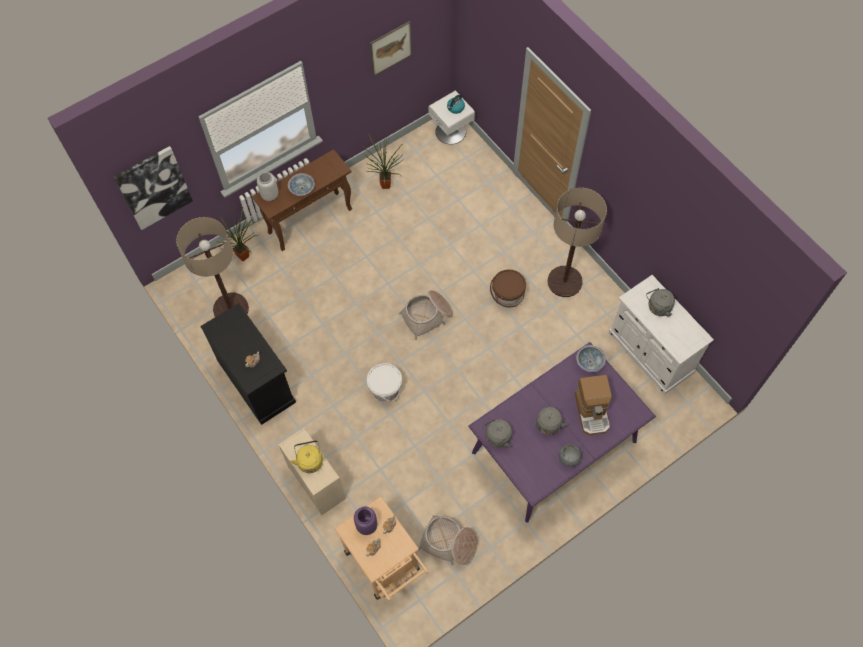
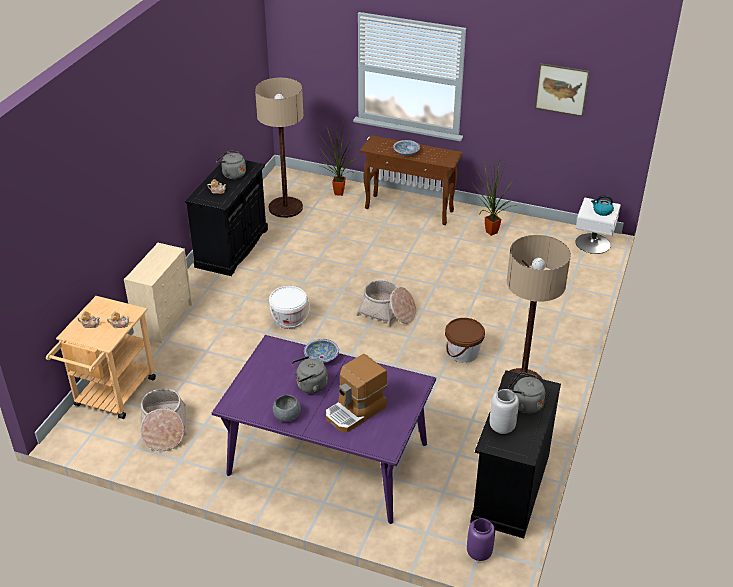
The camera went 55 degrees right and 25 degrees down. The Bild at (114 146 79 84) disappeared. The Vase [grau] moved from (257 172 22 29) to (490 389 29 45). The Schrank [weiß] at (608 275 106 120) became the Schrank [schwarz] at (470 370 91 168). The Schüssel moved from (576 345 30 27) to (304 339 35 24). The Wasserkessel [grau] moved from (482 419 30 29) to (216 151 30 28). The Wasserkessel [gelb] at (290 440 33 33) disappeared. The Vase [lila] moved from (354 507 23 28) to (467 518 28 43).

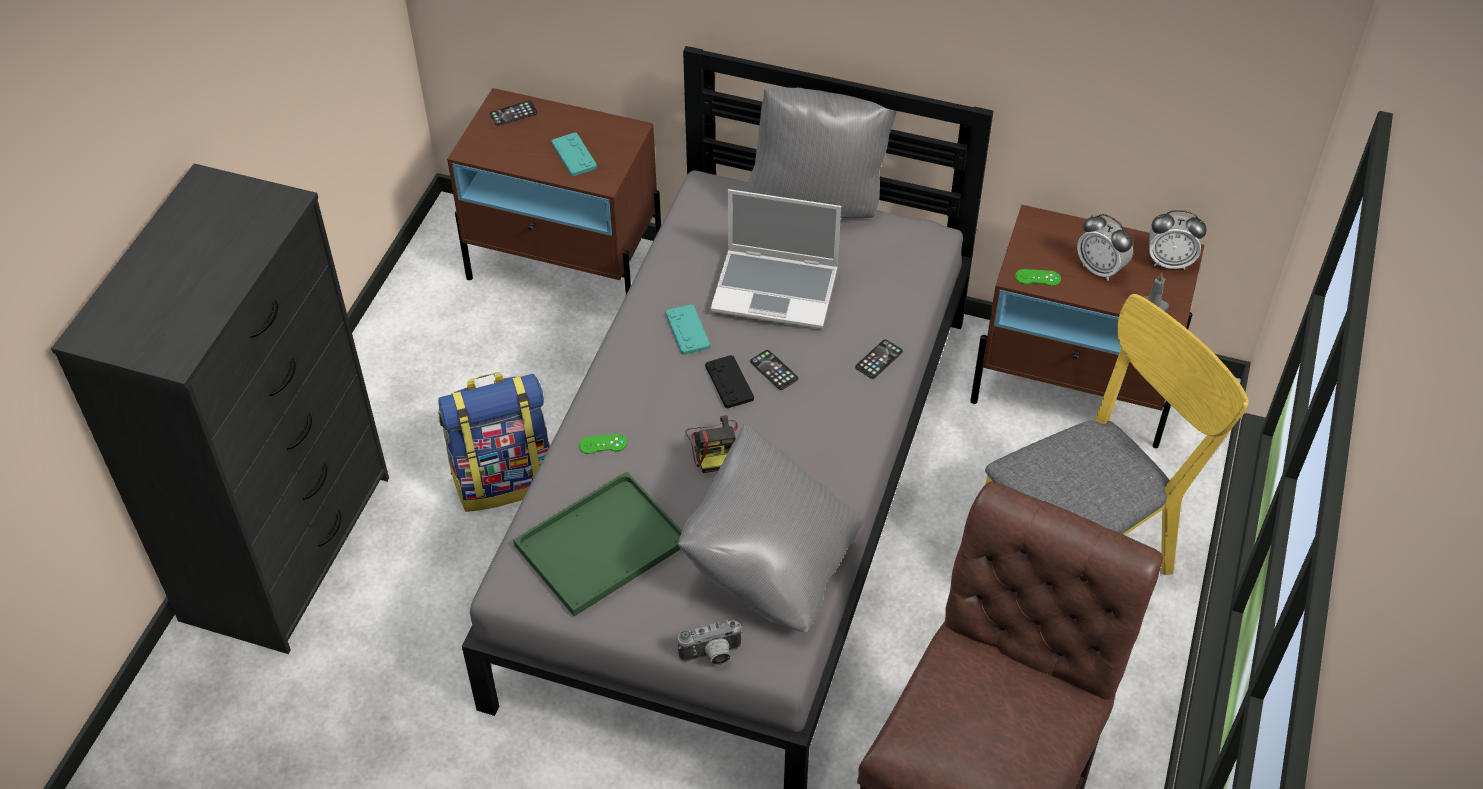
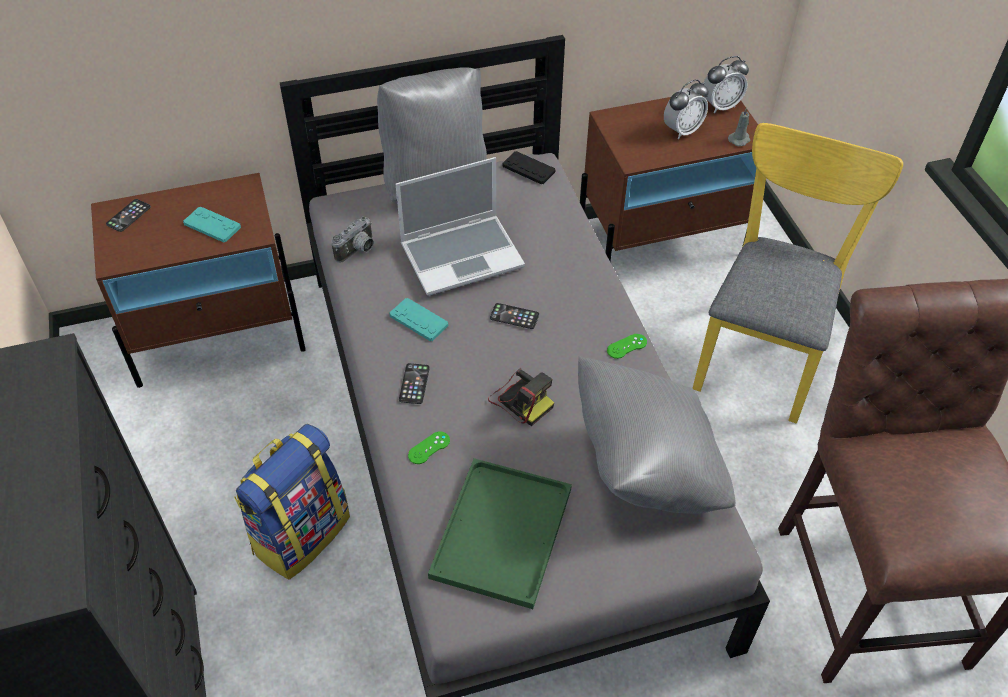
The camera went 35 degrees left and 0 degrees up. The Wecker at (1077 214 56 67) turned 45 degrees counterclockwise. The Gamepad [grün] moved from (1015 269 46 17) to (607 334 40 25). The Handy moved from (855 339 48 40) to (399 363 31 41). The Gamepad [schwarz] moved from (705 355 49 54) to (502 151 53 34). The Kamera moved from (678 620 65 45) to (331 217 43 46).

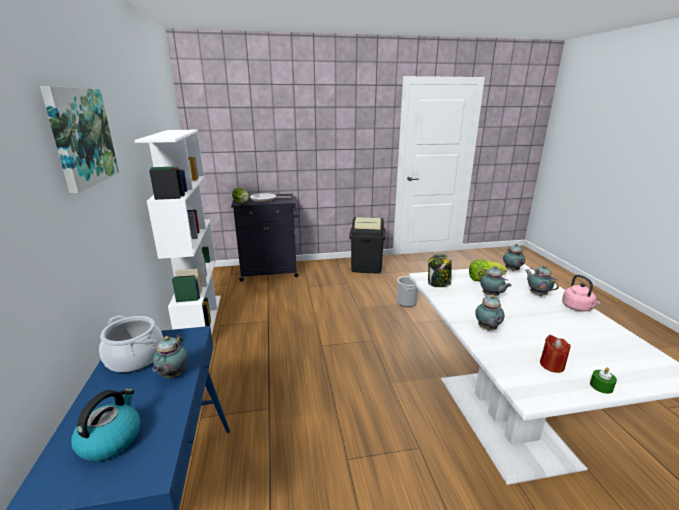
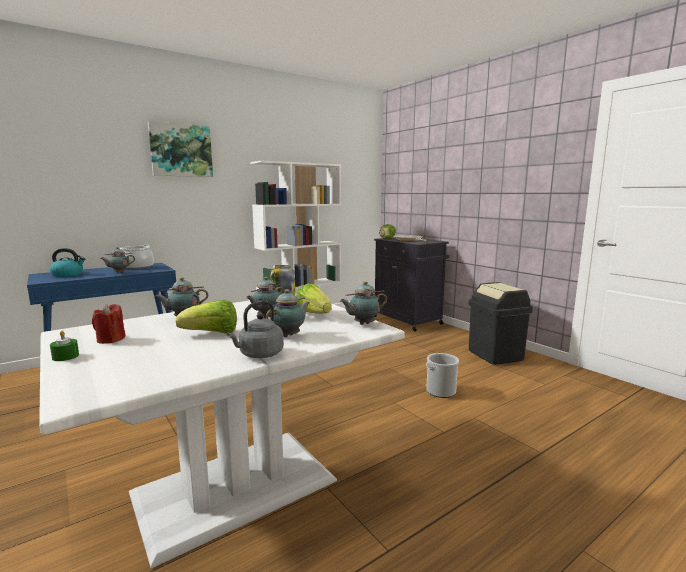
The camera went 65 degrees right and 10 degrees down. The Wasserkessel [rosa] at (562 275 39 37) became the Wasserkessel [grau] at (226 301 58 57). The Salatkopf at (176 300 61 33) appeared.

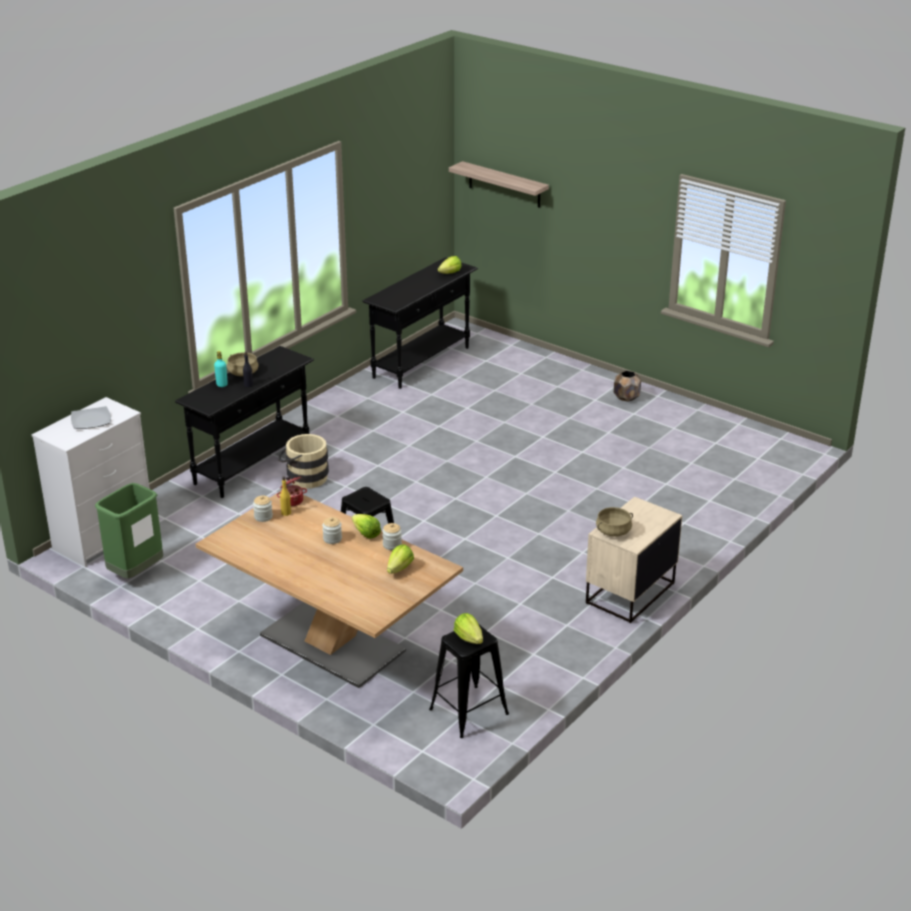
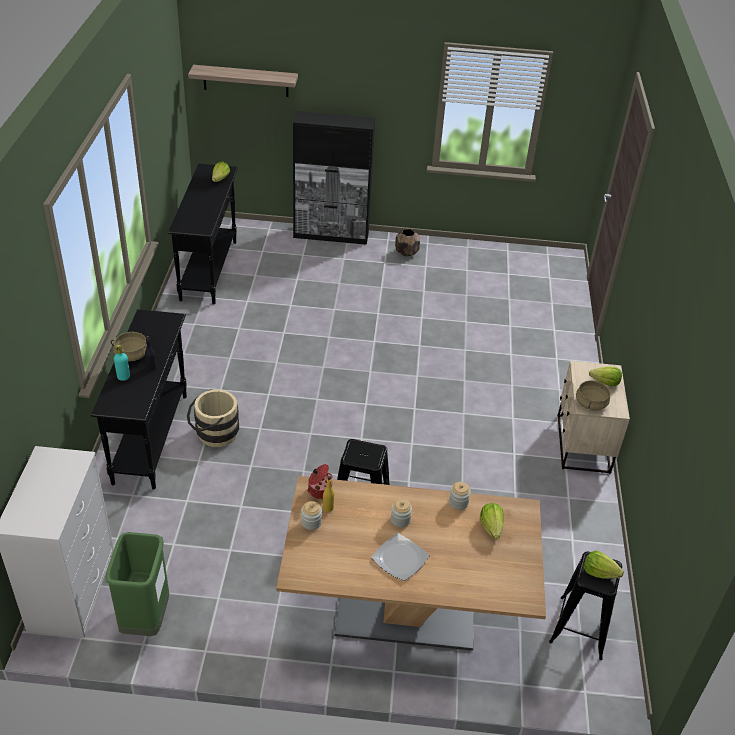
The camera went 35 degrees left and 10 degrees up. The Teller moved from (71 406 40 23) to (371 533 59 48). The Salatkopf moved from (352 514 29 25) to (589 367 33 19). The Schrank [schwarz] at (293 111 82 134) appeared.

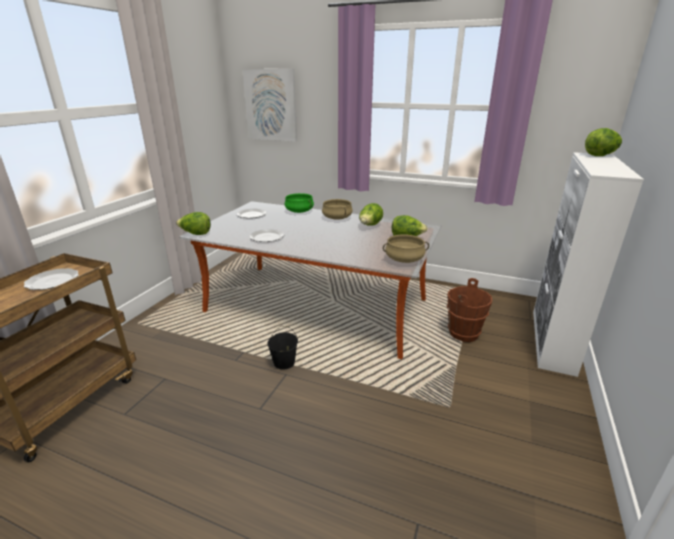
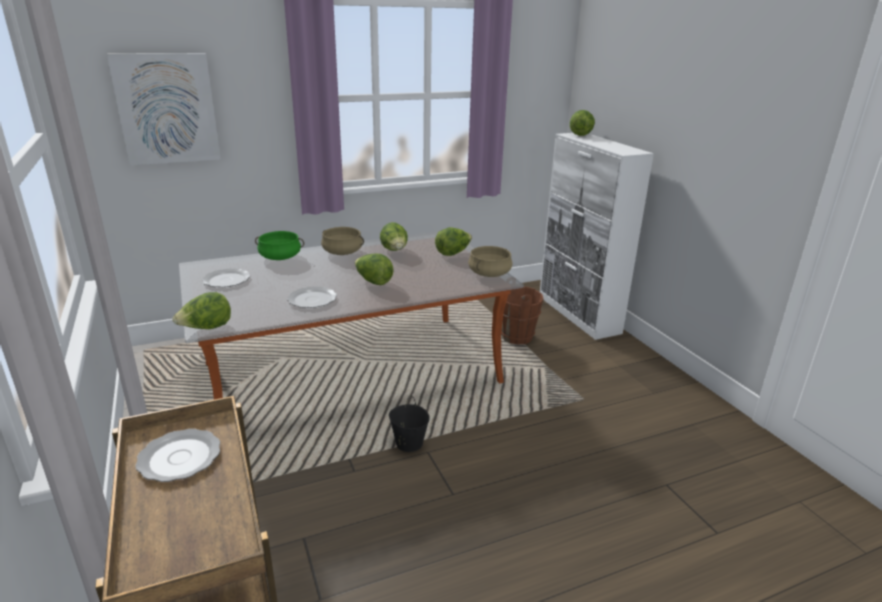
The camera went 45 degrees left and 0 degrees up. The Salatkopf at (355 254 39 31) appeared.

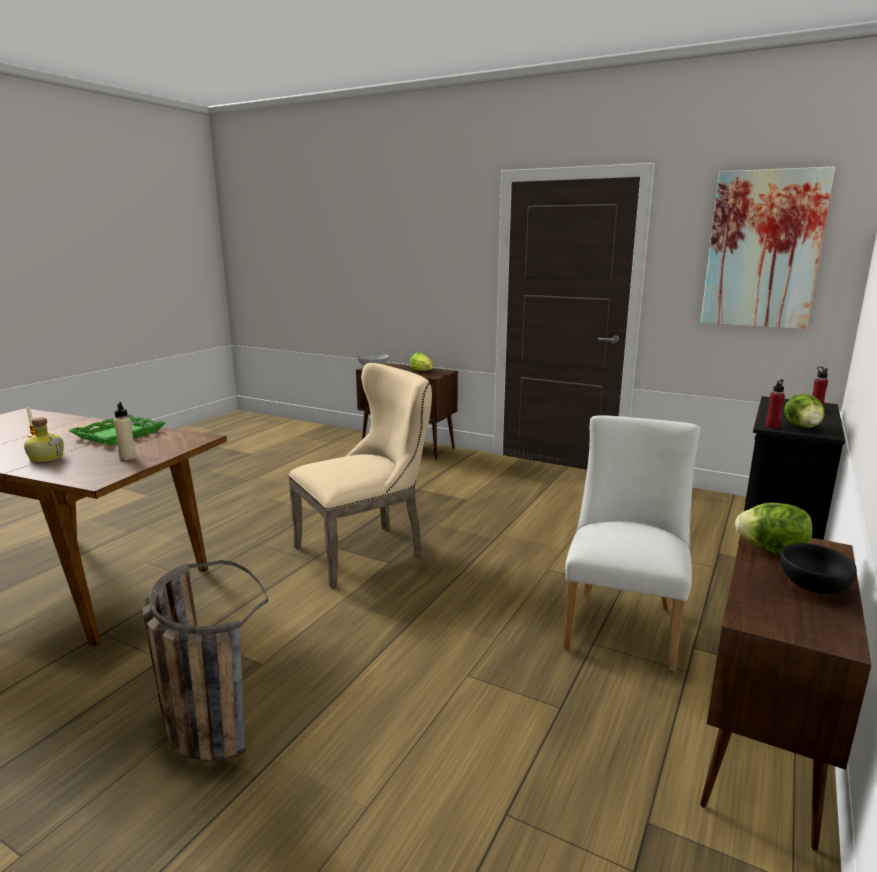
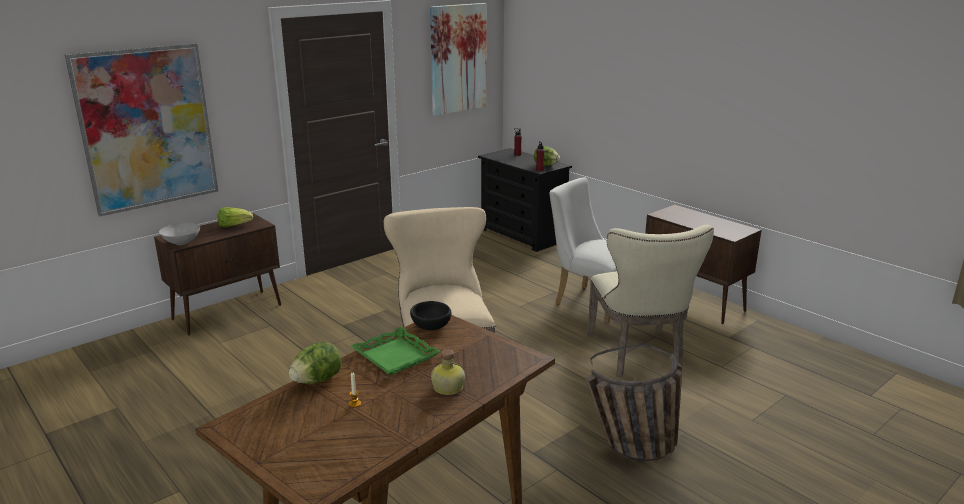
The camera went 70 degrees left and 5 degrees up. The Flasche [beige] at (114 402 22 58) disappeared. The Salatkopf moved from (735 503 77 51) to (289 342 53 42). The Schüssel [schwarz] moved from (780 543 77 51) to (410 301 42 29). The Bild at (65 43 153 173) appeared. The Stuhl [beige] at (587 225 127 152) appeared.

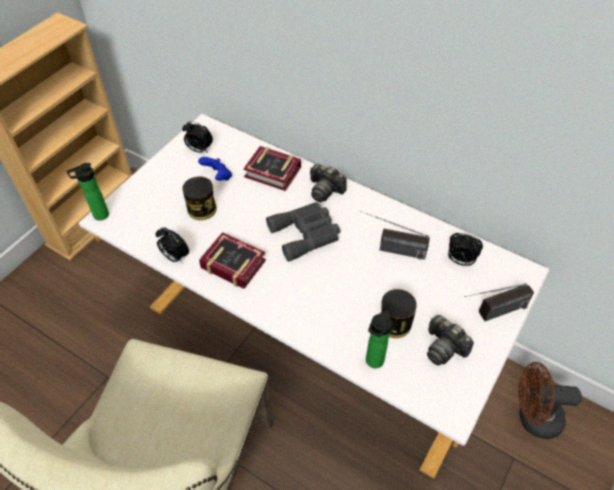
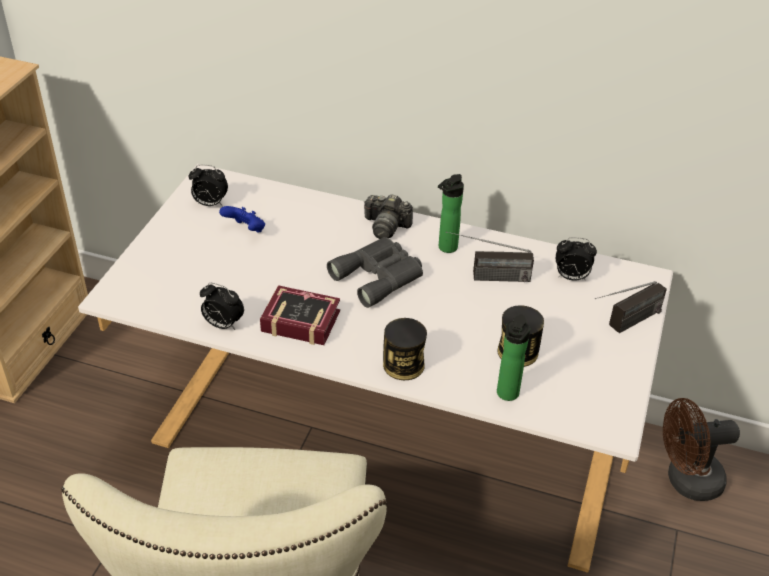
The camera went 15 degrees left and 10 degrees down. The Buch at (243 146 58 45) disappeared. The Flasche moved from (66 163 43 58) to (438 174 26 79). The Dose moved from (182 176 35 44) to (383 318 44 62). The Kamera at (427 315 47 51) disappeared.

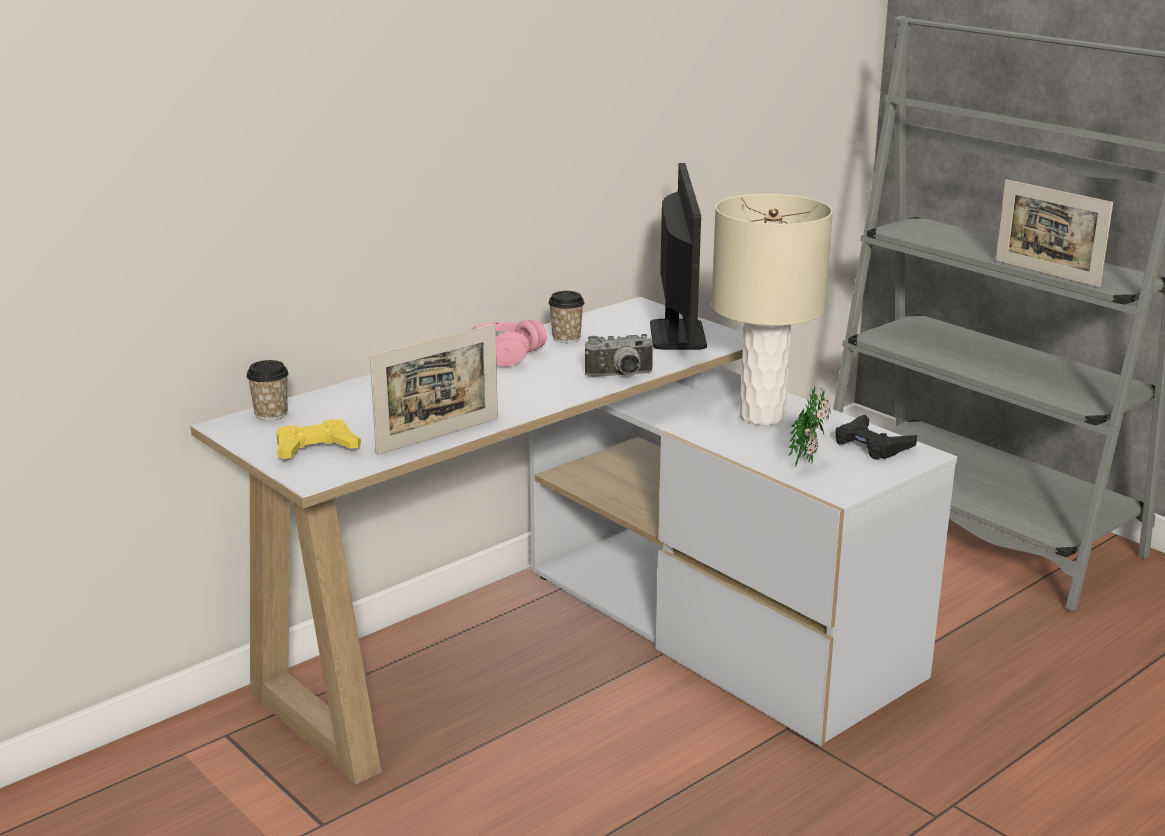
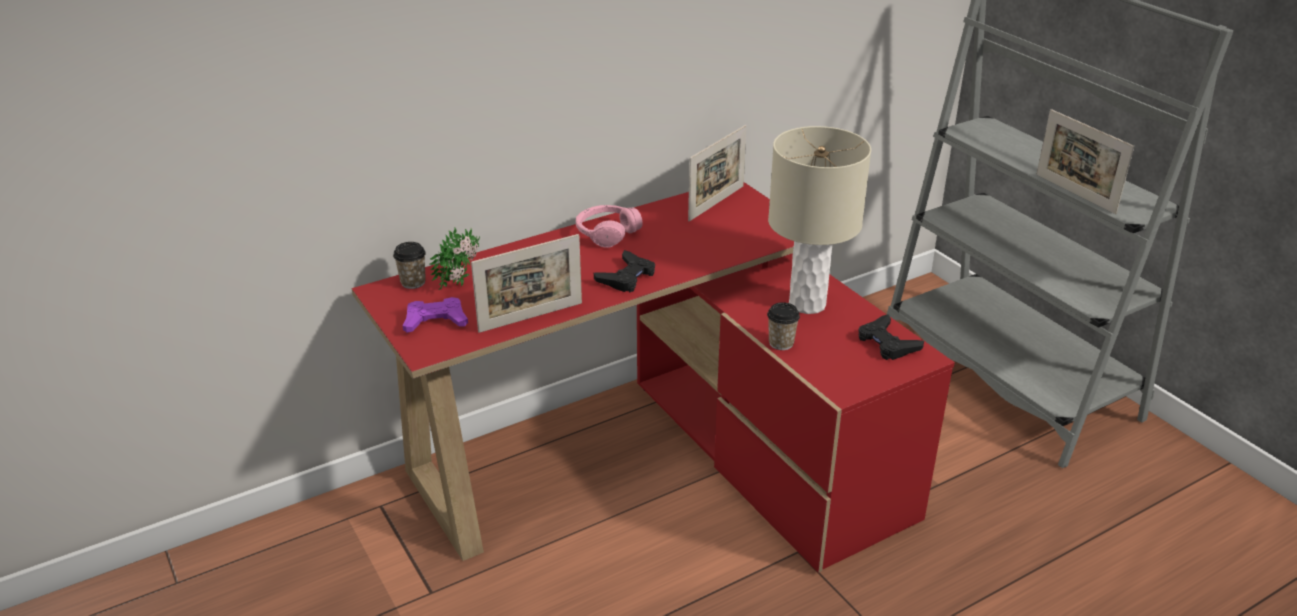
The camera went 10 degrees right and 10 degrees up. The Monitor at (650 163 57 187) disappeared. The Tasse moved from (548 291 36 52) to (767 302 33 48). The Schreibtisch [weiß] at (190 297 767 488) became the Schreibtisch [rot] at (352 182 603 391). The Kamera at (585 334 70 43) disappeared. The Topfpflanze moved from (788 386 43 79) to (430 228 50 62). The Gamepad [gelb] at (276 419 85 40) became the Gamepad [lila] at (403 297 65 36). The Bilderrahmen at (688 125 59 97) appeared. The Gamepad [schwarz] at (594 250 61 42) appeared.

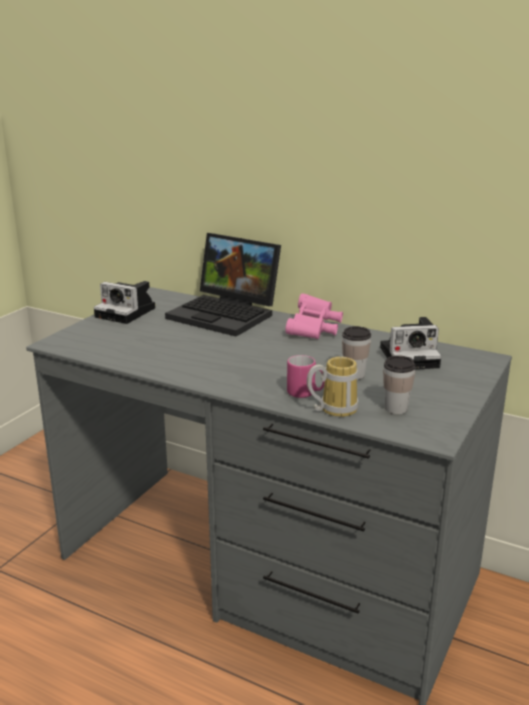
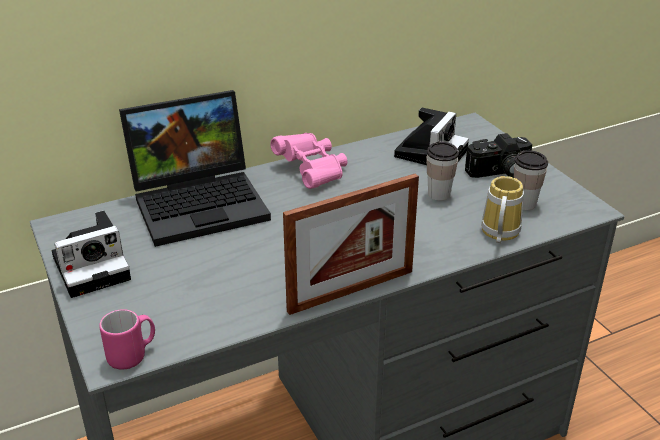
The camera went 55 degrees left and 10 degrees up. The Henkelbecher [rosa] moved from (287 355 38 43) to (99 309 56 61). The Kamera at (465 133 67 45) appeared. The Bilderrahmen at (283 174 136 141) appeared.

